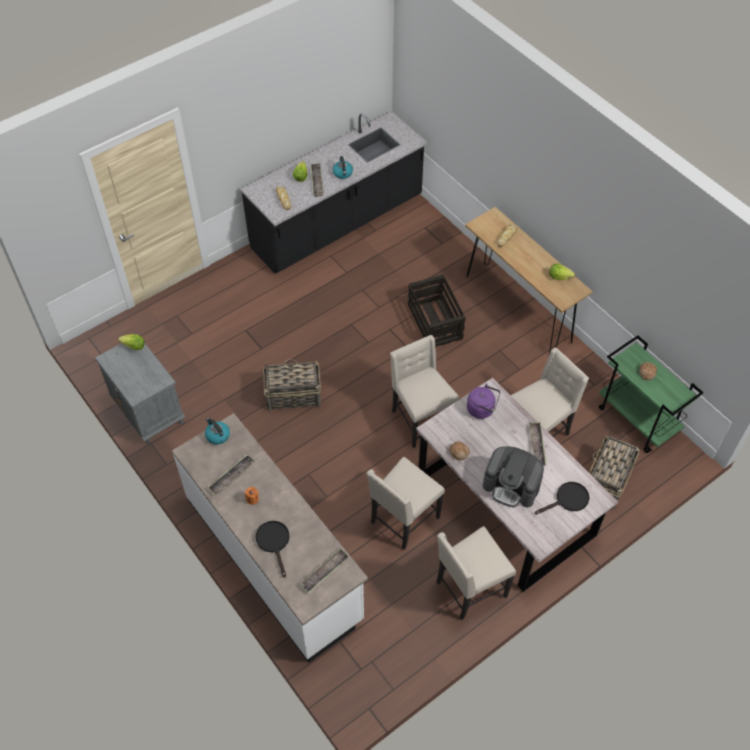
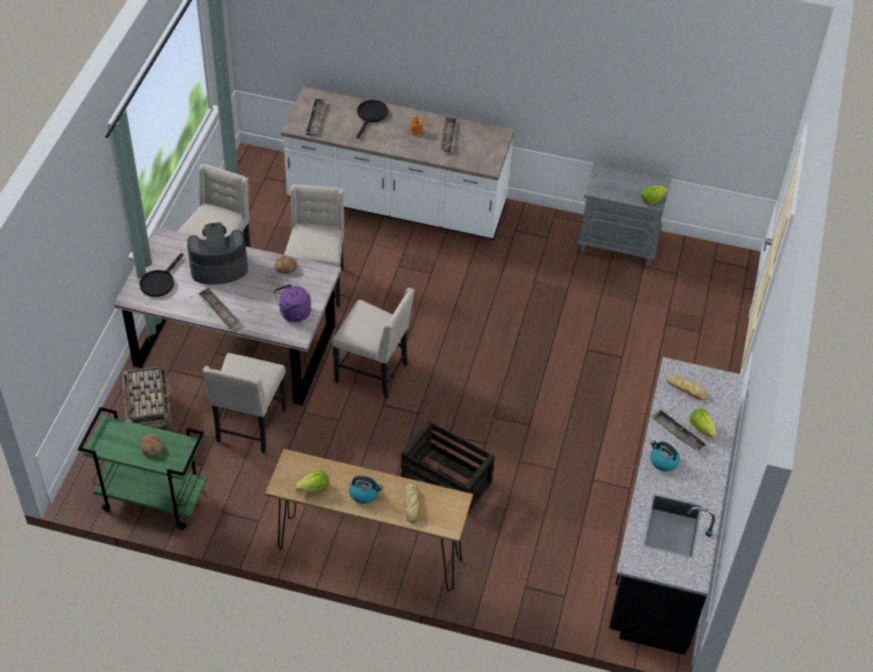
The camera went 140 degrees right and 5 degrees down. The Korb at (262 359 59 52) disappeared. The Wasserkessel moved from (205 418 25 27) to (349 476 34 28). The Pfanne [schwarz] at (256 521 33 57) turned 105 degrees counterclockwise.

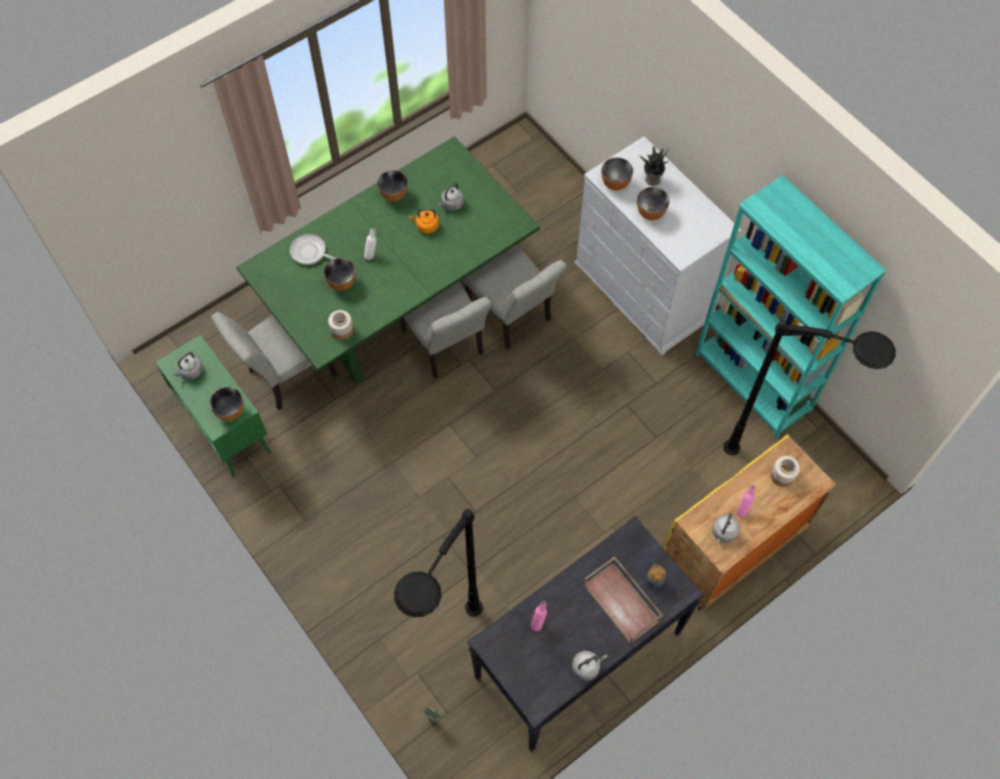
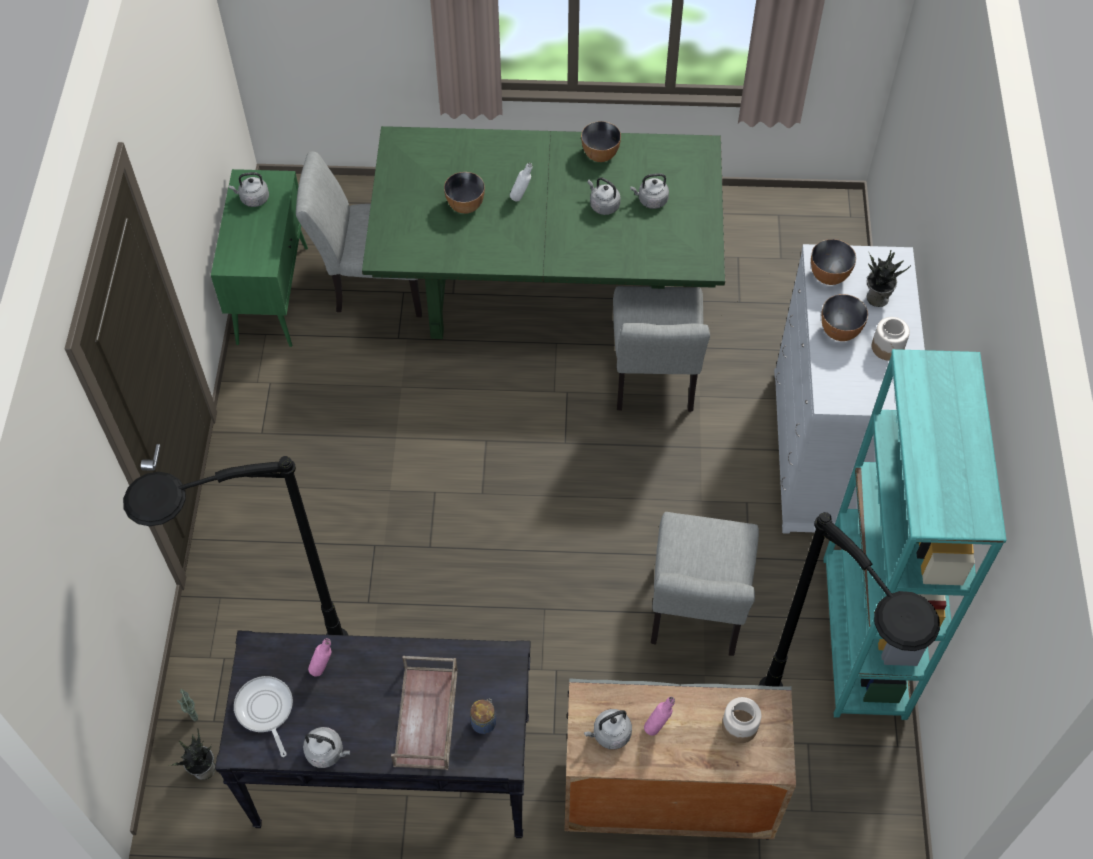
The camera went 40 degrees right and 5 degrees down. The Wasserkessel [orange] at (409 208 30 26) became the Wasserkessel [grau] at (588 177 32 38). The Pfanne moved from (290 234 47 31) to (234 676 59 81). The Stuhl [grau] moved from (400 282 92 97) to (651 512 108 144). The Vorratsglas moved from (328 310 25 30) to (872 317 38 44). The Schüssel at (210 387 34 34) disappeared. The Schrank [gelb] at (664 434 172 177) became the Schrank [grau] at (564 678 232 162). The Topfpflanze at (169 728 46 52) appeared.

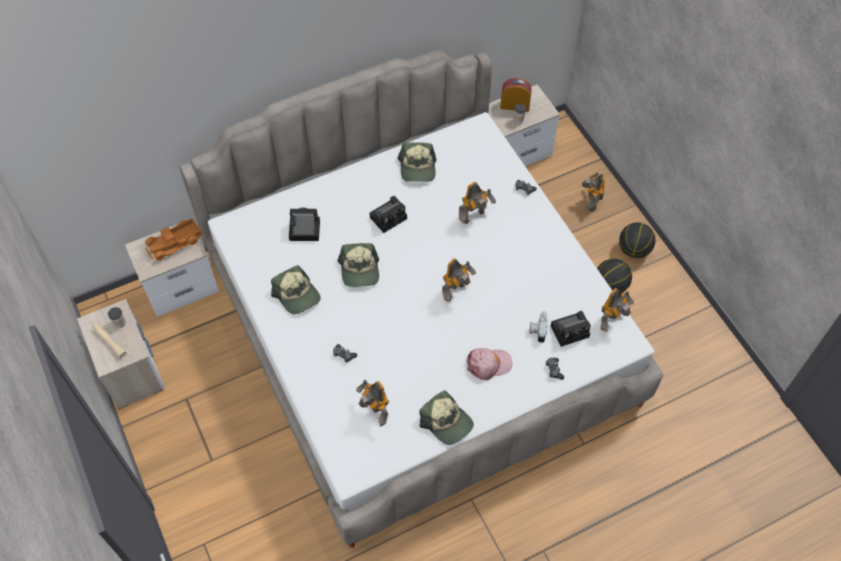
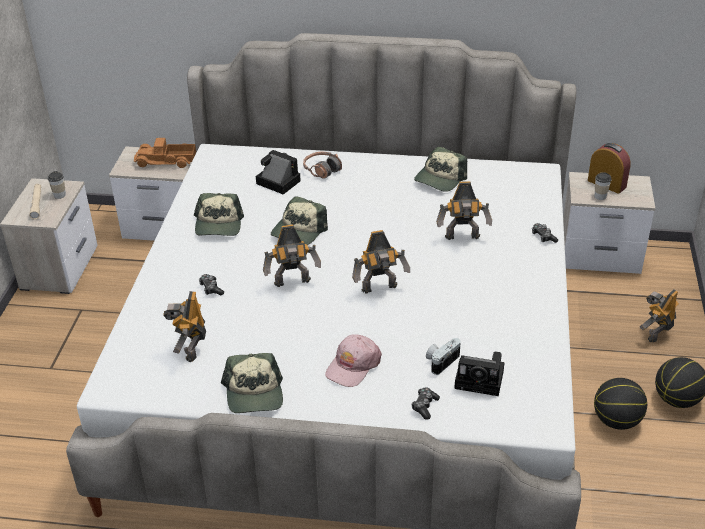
The camera went 35 degrees right and 20 degrees down. The Kamera at (369 196 38 37) disappeared. The Spielzeugroboter moved from (601 288 33 44) to (263 225 58 62). The Kappe [rosa] at (466 348 46 32) turned 105 degrees clockwise. The Kopfhörer at (303 152 39 27) appeared.

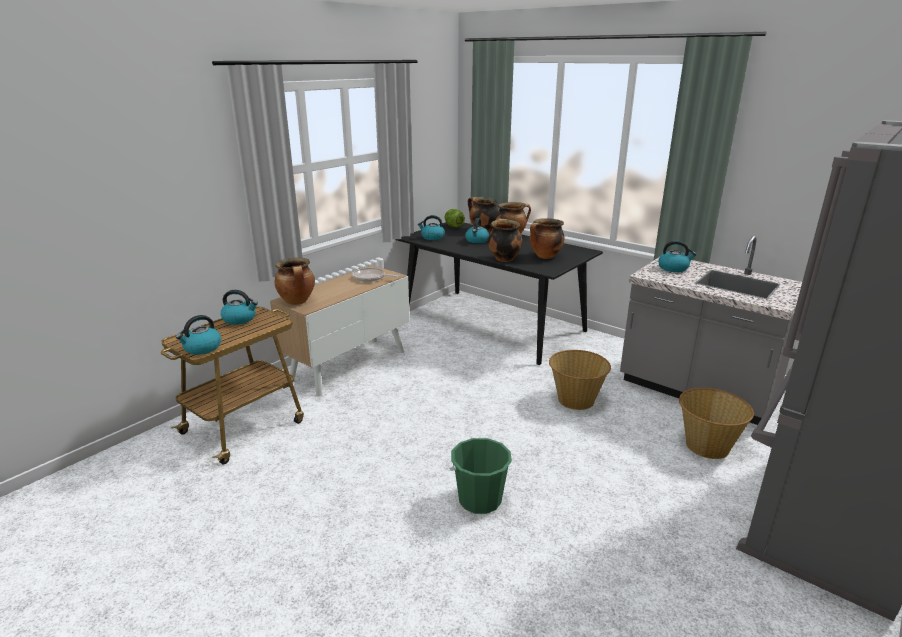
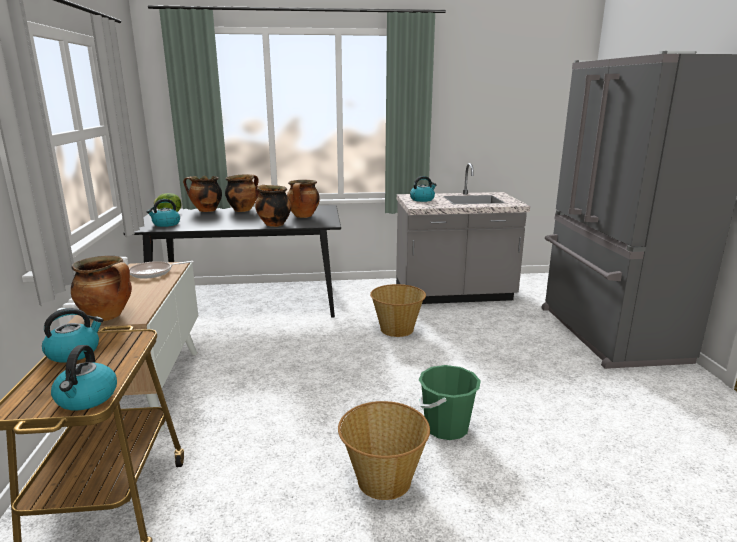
The camera went 45 degrees left and 5 degrees down. The Wasserkessel at (465 218 24 25) disappeared. The Korb moved from (679 388 75 71) to (338 401 92 99).

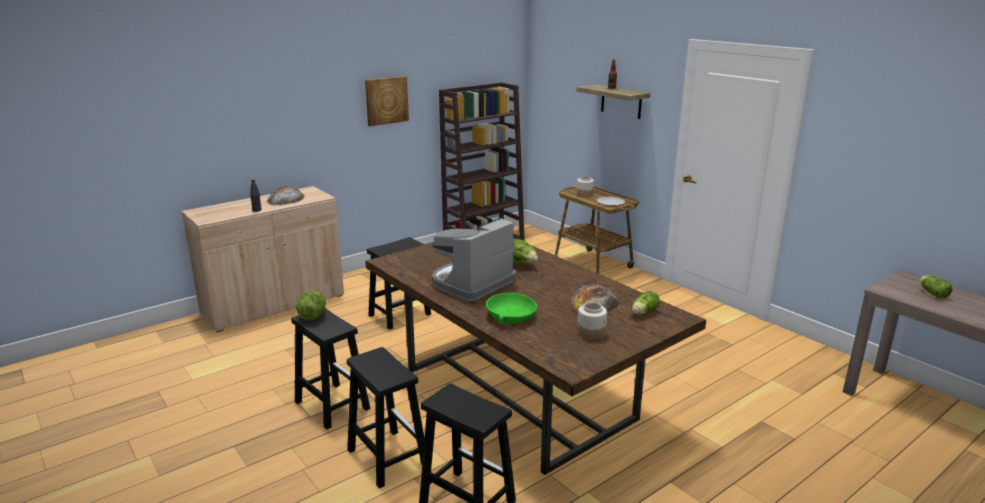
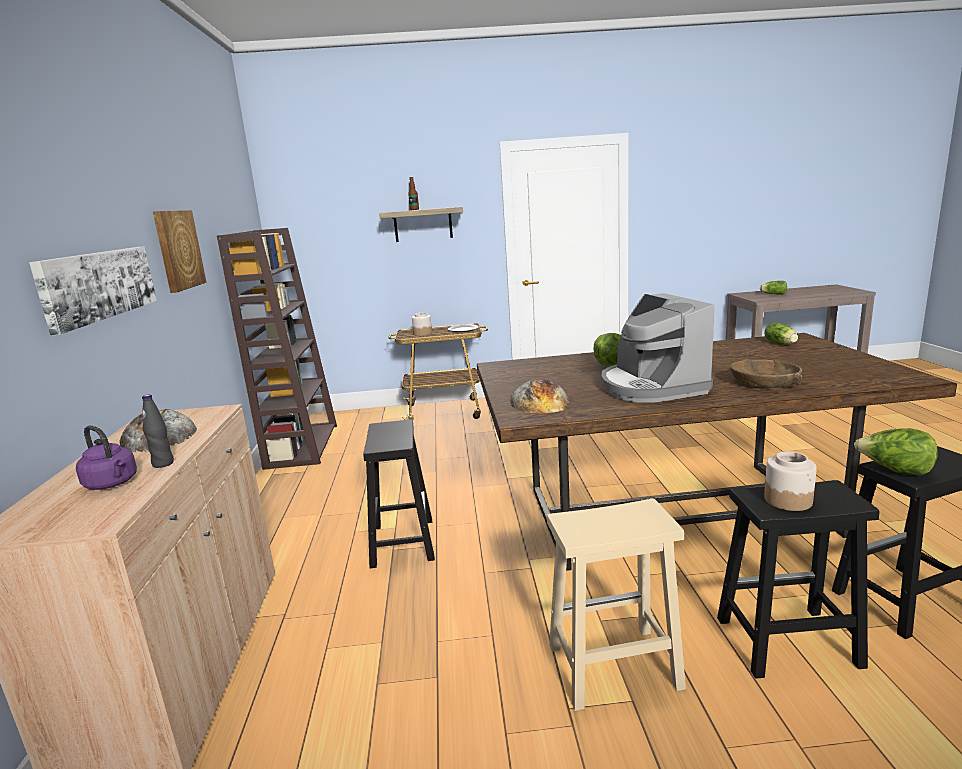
The camera went 55 degrees left and 5 degrees down. The Brot moved from (569 285 50 26) to (510 379 60 34). The Salatkopf moved from (296 291 30 30) to (854 428 84 47). The Schüssel [grün] at (486 293 51 32) became the Schüssel [braun] at (730 360 72 28). The Vorratsglas moved from (578 302 29 38) to (764 451 53 60). The Hocker [schwarz] at (291 308 79 121) became the Hocker [beige] at (547 499 139 212). The Bild at (29 246 128 89) appeared. The Wasserkessel [lila] at (76 426 61 64) appeared.

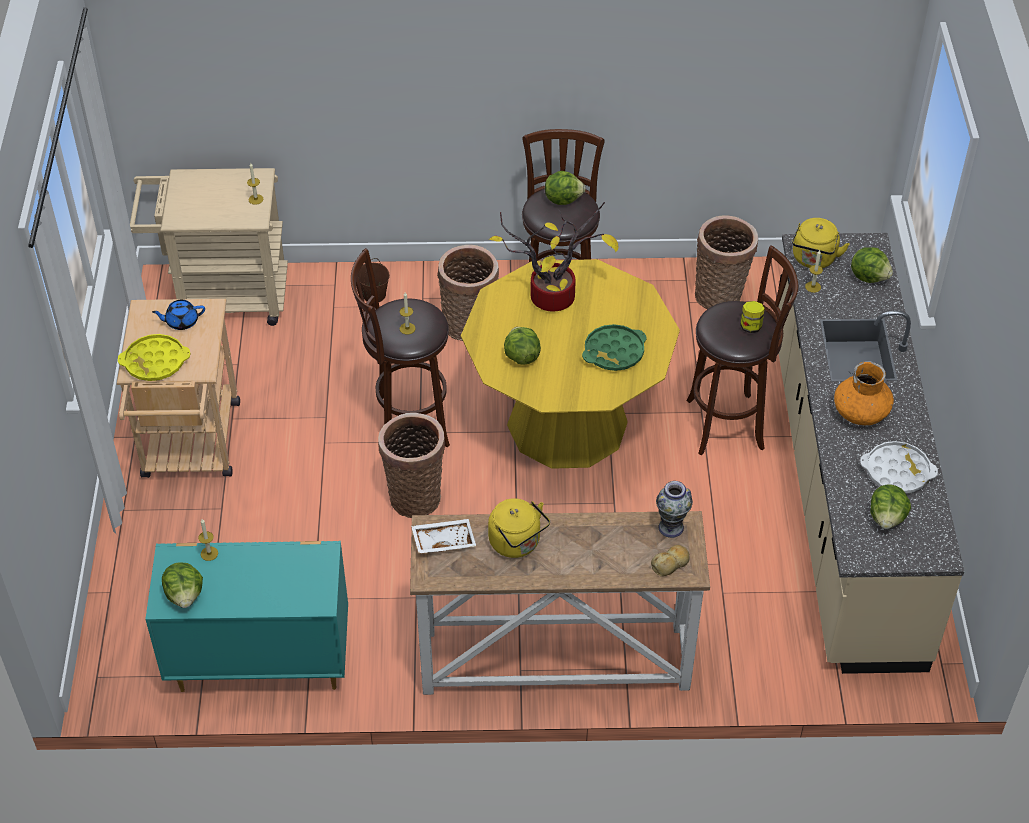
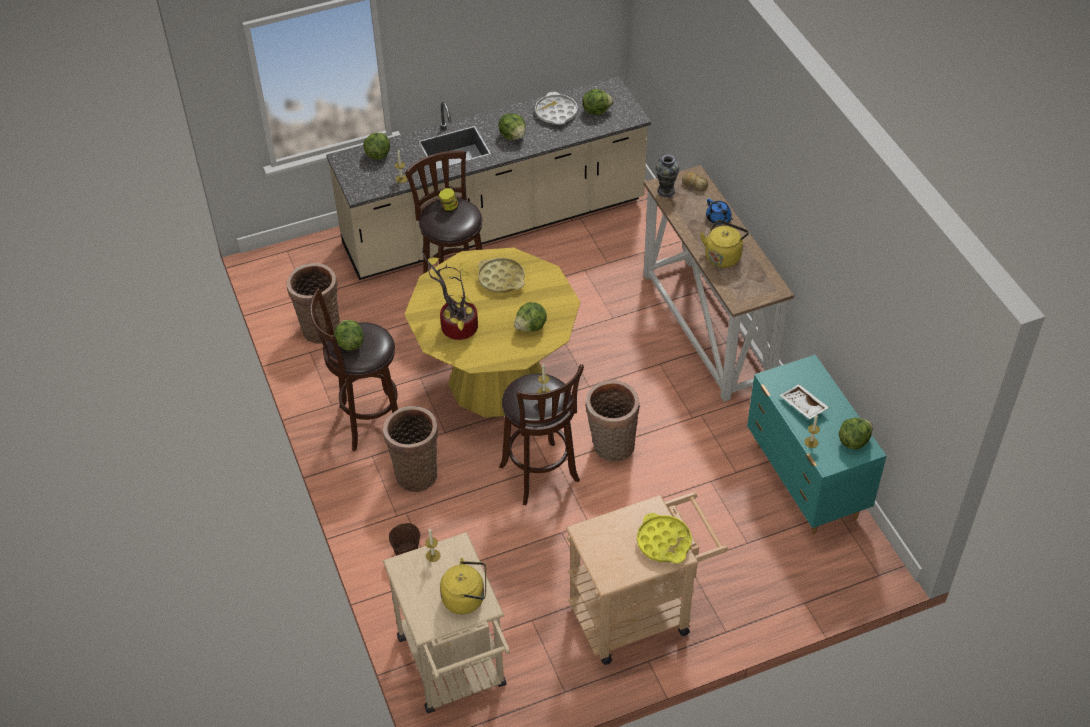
The camera went 110 degrees left and 0 degrees up. The Wasserkessel [gelb] moved from (792 218 58 50) to (440 558 46 57). The Teekanne [blau] moved from (152 300 53 30) to (706 199 27 26). The Tablett [grün] at (582 324 65 47) became the Tablett [gelb] at (478 258 47 35). The Vase [orange] at (834 361 60 64) was replaced by the Salatkopf at (498 113 28 27). The Tablett [weiß] moved from (411 519 65 34) to (780 384 49 35).

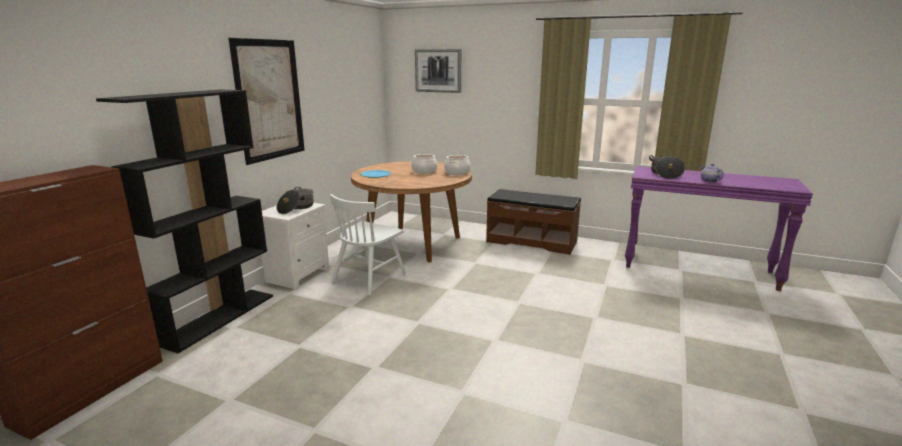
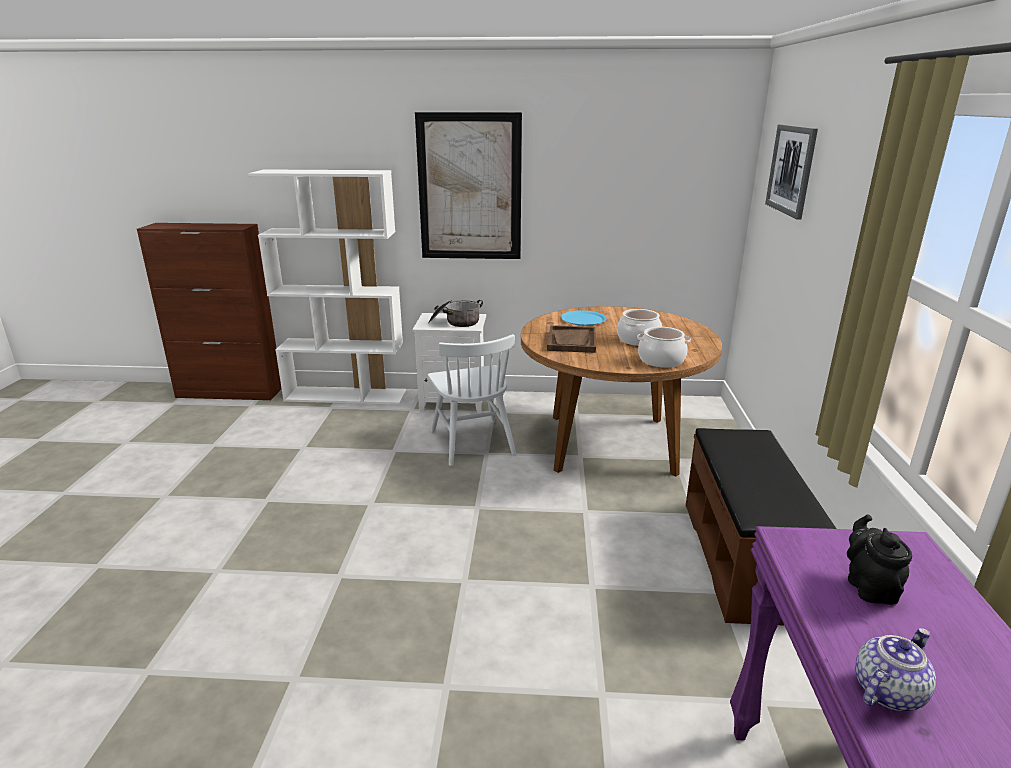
The camera went 70 degrees right and 5 degrees up. The Bücherregal [schwarz] at (96 89 177 264) became the Bücherregal [weiß] at (248 169 158 236). The Kochtopf at (649 155 36 24) was replaced by the Teekanne [schwarz] at (847 514 65 91). The Stuhl [weiß] at (330 194 76 102) turned 120 degrees counterclockwise. The Tablett [braun] at (547 325 49 28) appeared.

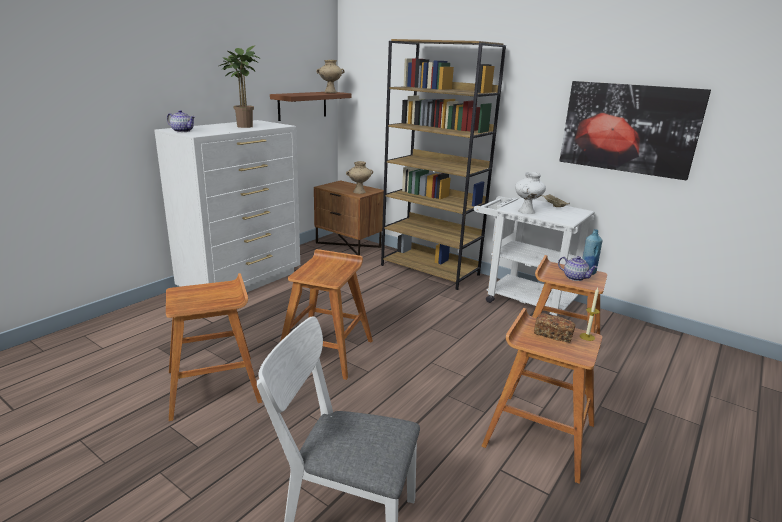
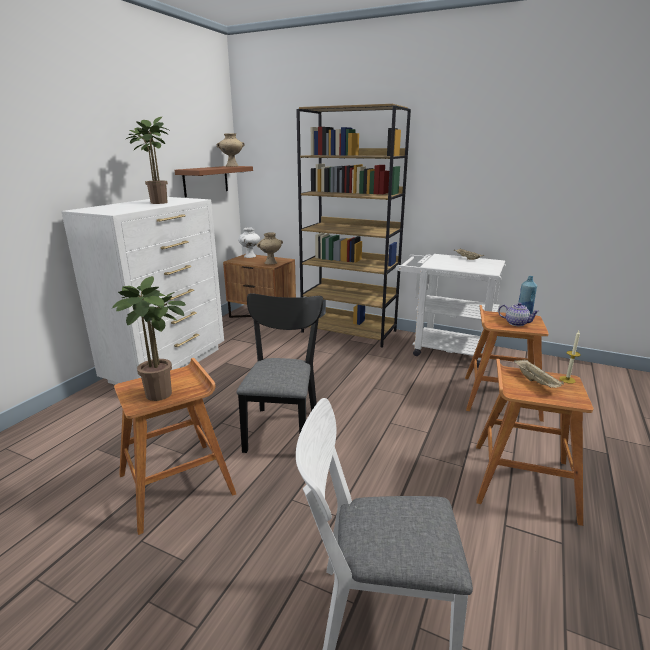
The camera went 10 degrees left and 0 degrees up. The Bild at (559 81 152 100) disappeared. The Teekanne at (167 110 28 22) disappeared. The Vase [weiß] moved from (515 172 31 42) to (238 227 22 31). The Hocker [braun] at (280 249 93 131) was replaced by the Stuhl [schwarz] at (236 293 87 160). The Brot at (534 313 42 30) was replaced by the Tablett [beige] at (514 359 50 29). The Topfpflanze at (112 276 74 125) appeared.

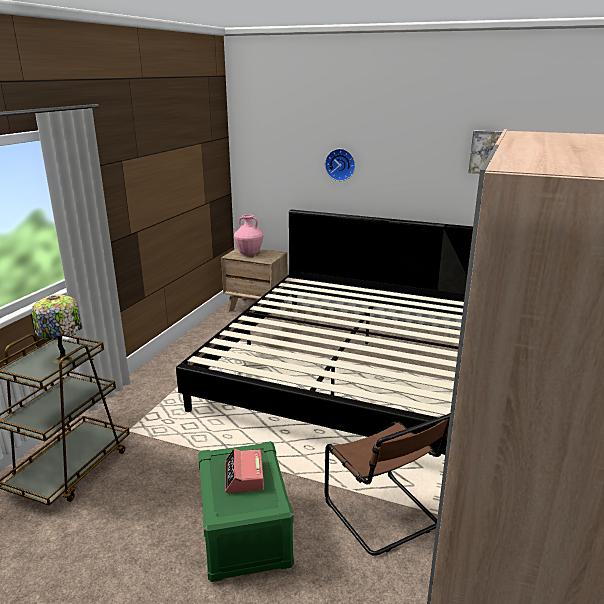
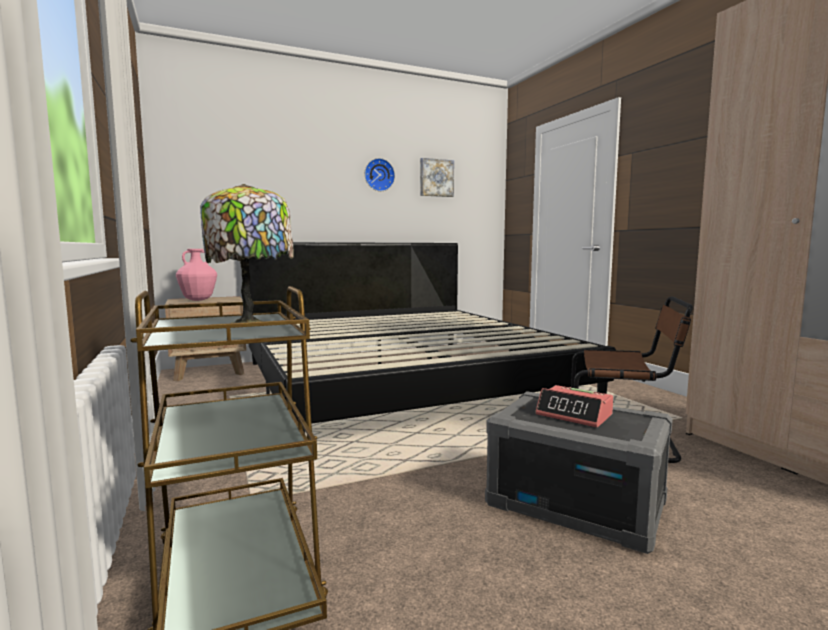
The camera went 45 degrees left and 15 degrees down. The Wanduhr moved from (325 149 30 32) to (365 158 30 33). The Aufbewahrungsbox [grün] at (198 441 96 141) became the Aufbewahrungsbox [grau] at (485 391 188 163).

